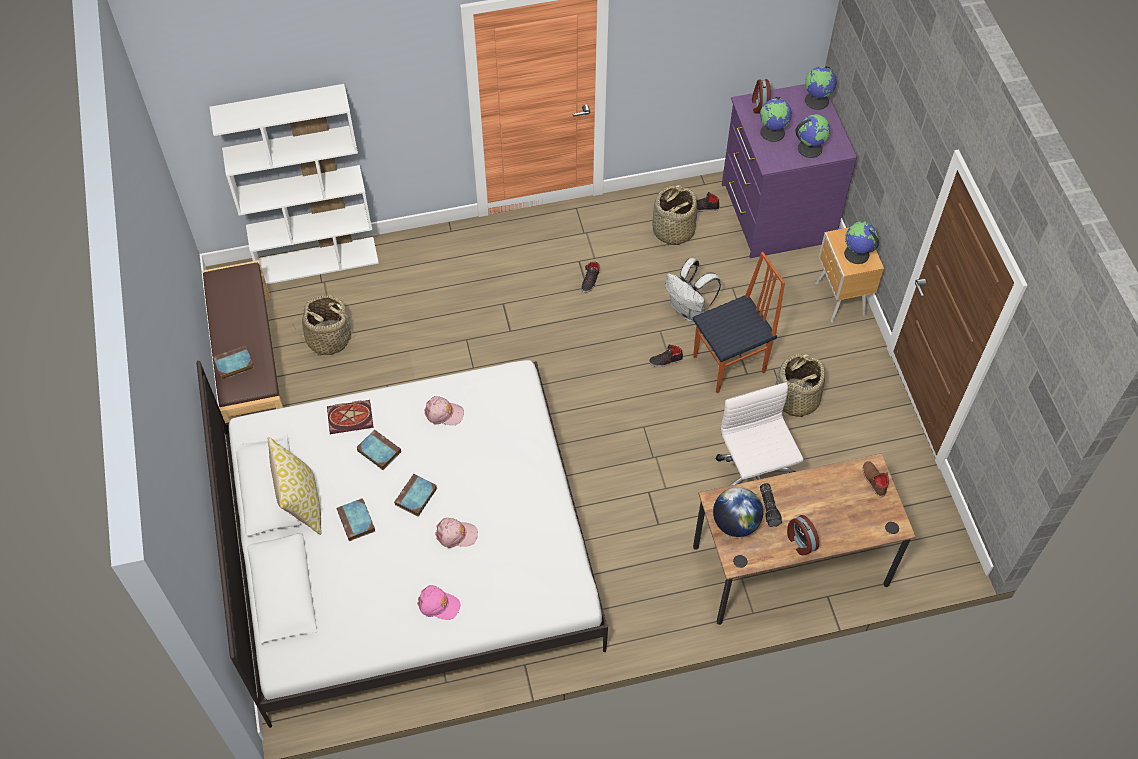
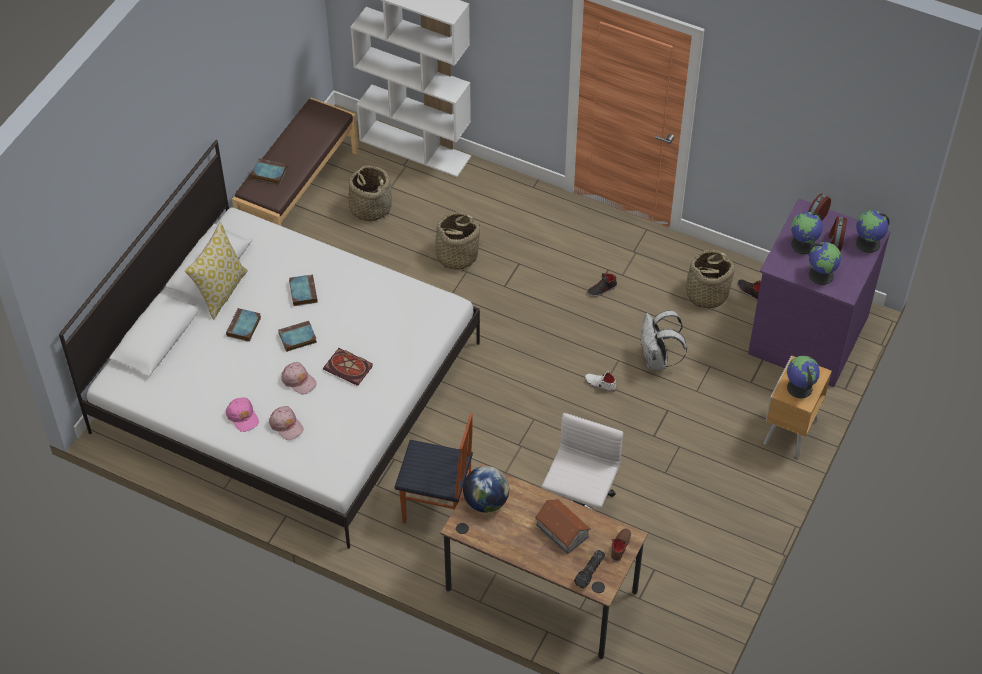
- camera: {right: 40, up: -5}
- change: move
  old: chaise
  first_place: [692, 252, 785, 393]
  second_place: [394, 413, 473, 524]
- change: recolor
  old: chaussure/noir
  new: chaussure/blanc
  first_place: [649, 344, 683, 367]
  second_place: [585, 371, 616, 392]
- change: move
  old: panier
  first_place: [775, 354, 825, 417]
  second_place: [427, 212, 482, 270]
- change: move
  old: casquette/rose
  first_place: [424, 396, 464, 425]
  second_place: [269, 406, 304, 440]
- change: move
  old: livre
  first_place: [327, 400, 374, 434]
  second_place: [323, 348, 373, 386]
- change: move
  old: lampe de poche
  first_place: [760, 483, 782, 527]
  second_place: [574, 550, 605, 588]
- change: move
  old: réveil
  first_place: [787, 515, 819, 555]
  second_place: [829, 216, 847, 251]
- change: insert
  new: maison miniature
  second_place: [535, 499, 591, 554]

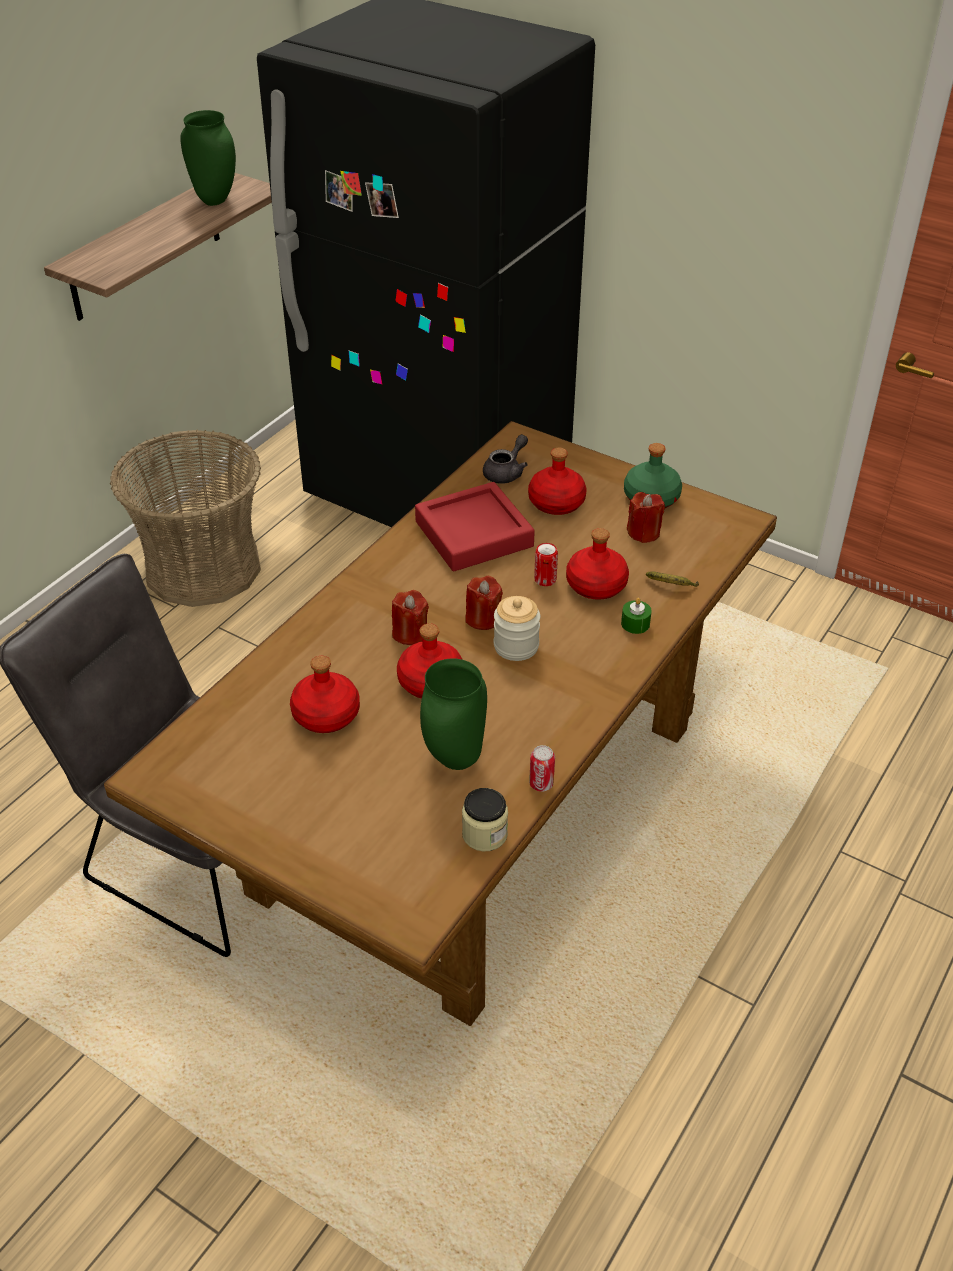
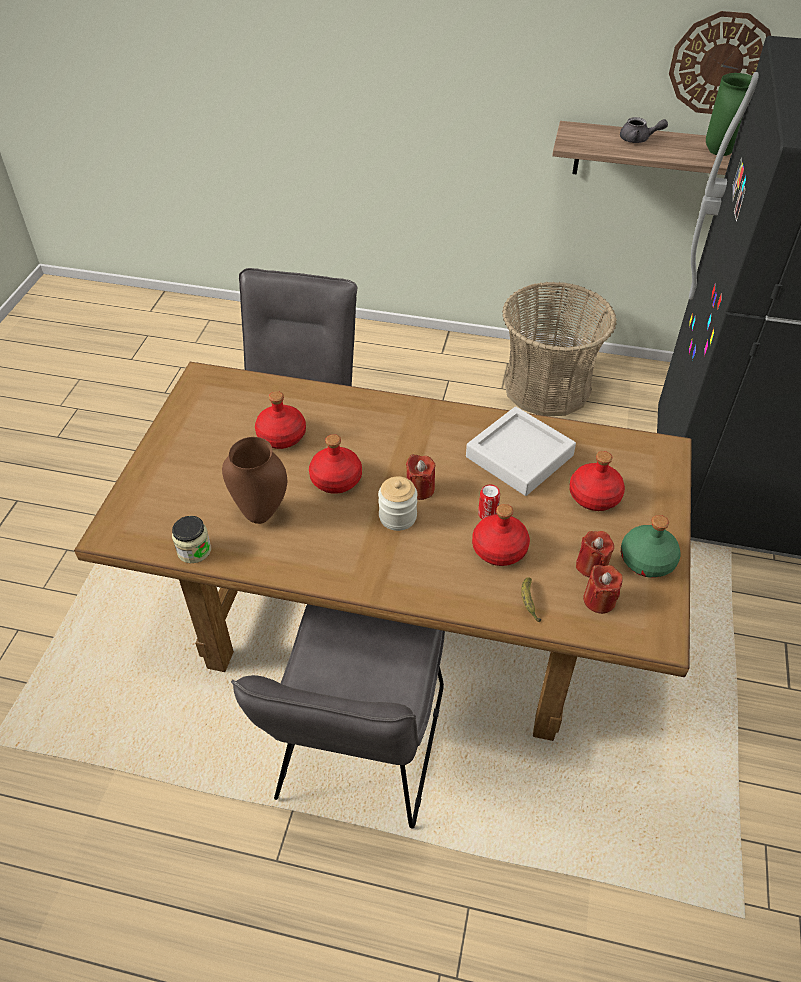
- camera: {right: 70, up: 5}
- change: move
  old: théière/gris
  first_place: [483, 434, 528, 484]
  second_place: [620, 117, 668, 143]
- change: recolor
  old: plateau/rouge
  new: plateau/gris
  first_place: [415, 482, 535, 572]
  second_place: [466, 406, 576, 496]
- change: move
  old: bougie/rouge
  first_place: [392, 590, 429, 645]
  second_place: [583, 565, 623, 614]
- change: delete
  old: bougie/vert
  first_place: [621, 598, 652, 634]
- change: recolor
  old: vase/vert
  new: vase/marron
  first_place: [420, 658, 487, 770]
  second_place: [222, 437, 287, 524]
- change: delete
  old: boîte métallique
  first_place: [529, 745, 555, 791]
- change: insert
  new: horloge murale
  second_place: [669, 11, 771, 114]
- change: insert
  new: chaise/gris
  second_place: [231, 604, 445, 829]

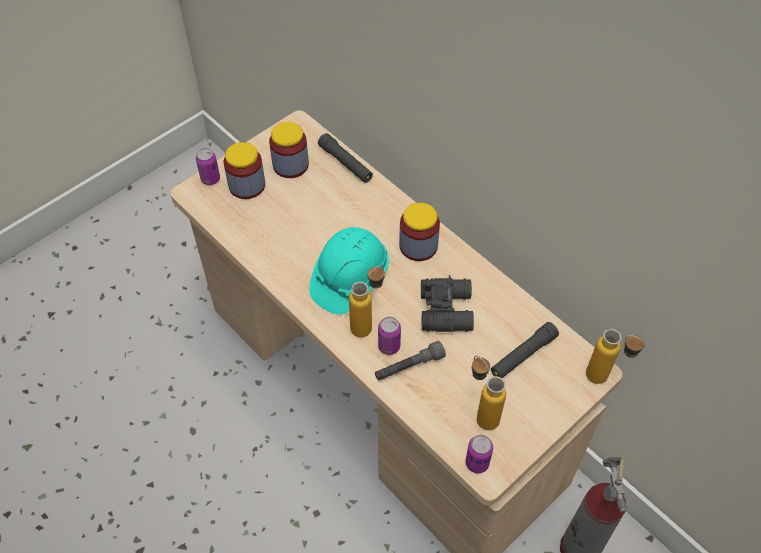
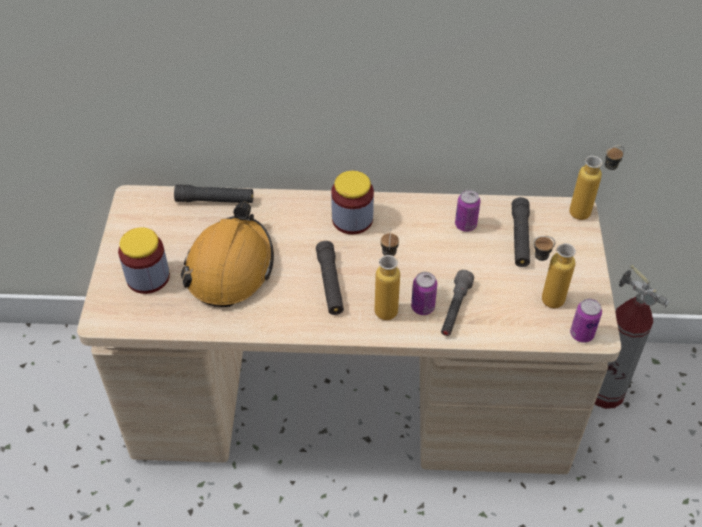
- camera: {right: -45, up: -5}
- change: delete
  old: bocal
  first_place: [269, 122, 309, 178]
- change: move
  old: boîte métallique
  first_place: [196, 148, 220, 185]
  second_place: [455, 190, 480, 232]
- change: replace
  old: casque de chantier/turquoise
  new: lampe de poche/noir
  first_place: [309, 227, 389, 315]
  second_place: [316, 241, 344, 315]
- change: delete
  old: jumelles/noir
  first_place: [421, 275, 474, 332]
- change: insert
  new: casque de chantier/orange
  second_place: [181, 201, 274, 307]

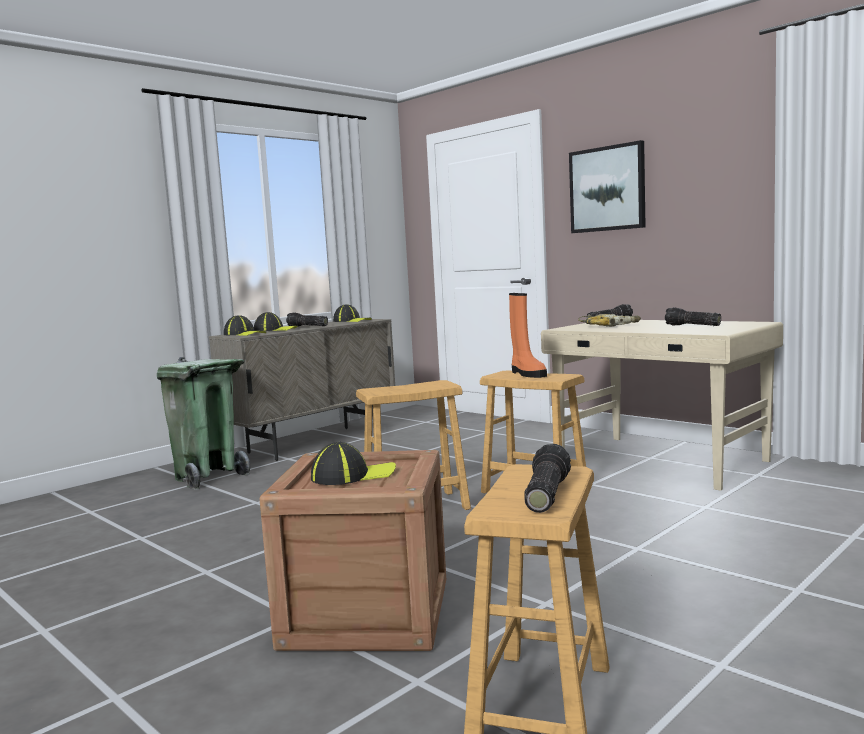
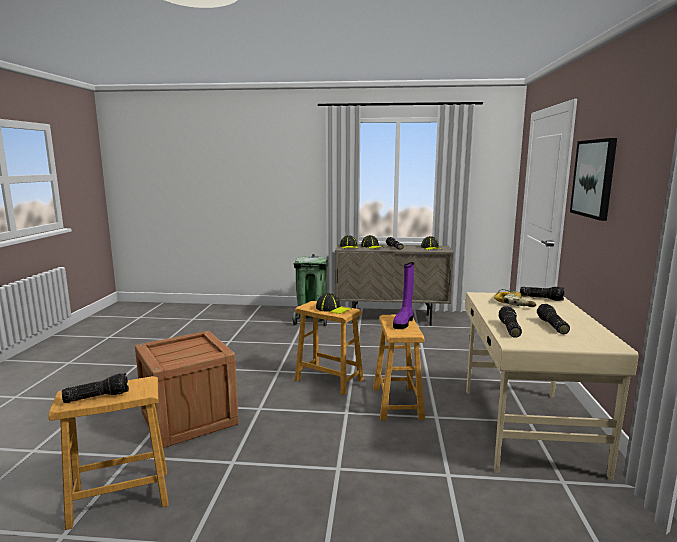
- camera: {right: 50, up: 5}
- change: recolor
  old: botte/orange
  new: botte/violet
  first_place: [509, 293, 547, 378]
  second_place: [393, 262, 414, 329]
- change: move
  old: casquette
  first_place: [311, 442, 396, 485]
  second_place: [316, 293, 351, 314]
- change: insert
  new: lampe de poche
  second_place: [499, 306, 522, 338]

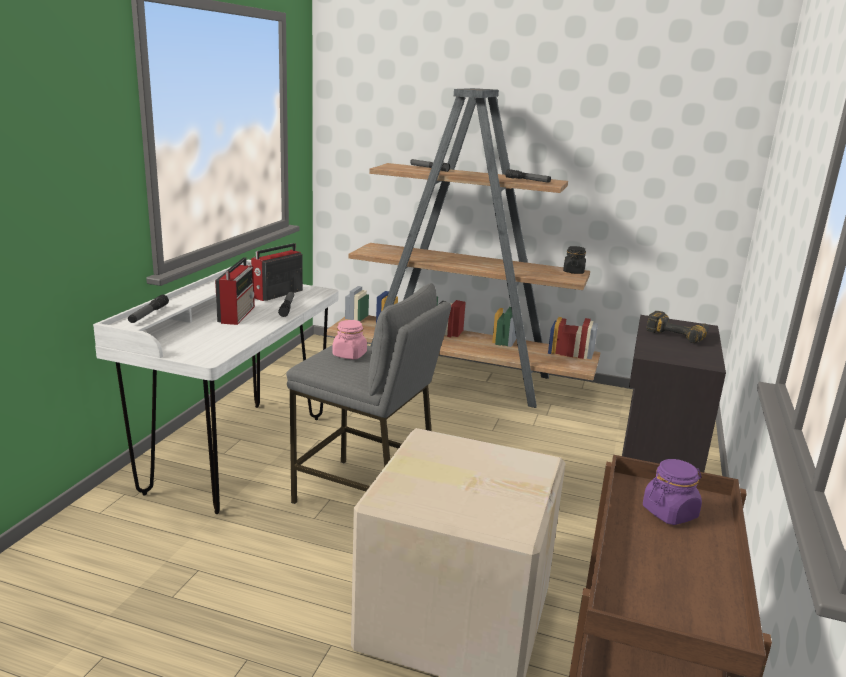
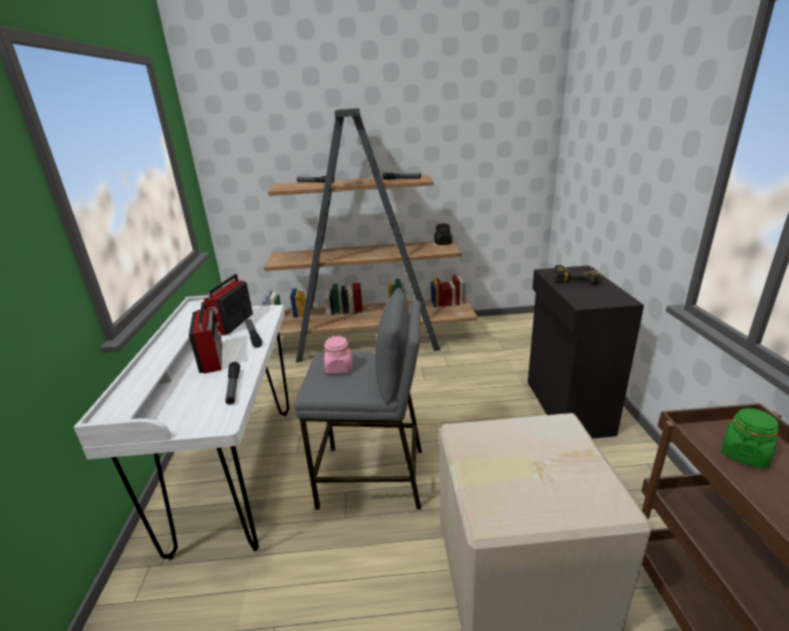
- camera: {right: -20, up: 5}
- change: move
  old: lampe de poche
  first_place: [128, 295, 169, 323]
  second_place: [225, 362, 240, 405]
- change: recolor
  old: bocal/violet
  new: bocal/vert
  first_place: [643, 459, 702, 525]
  second_place: [721, 408, 779, 469]

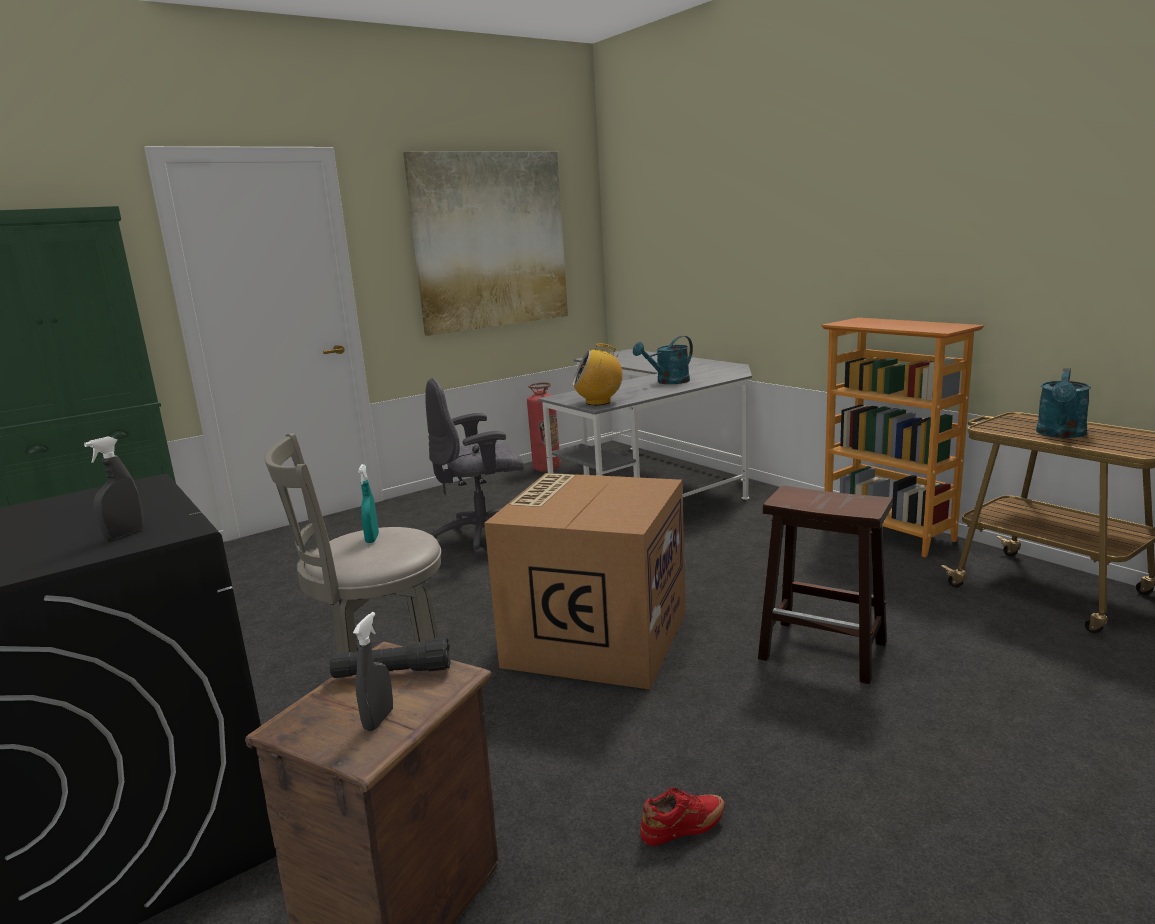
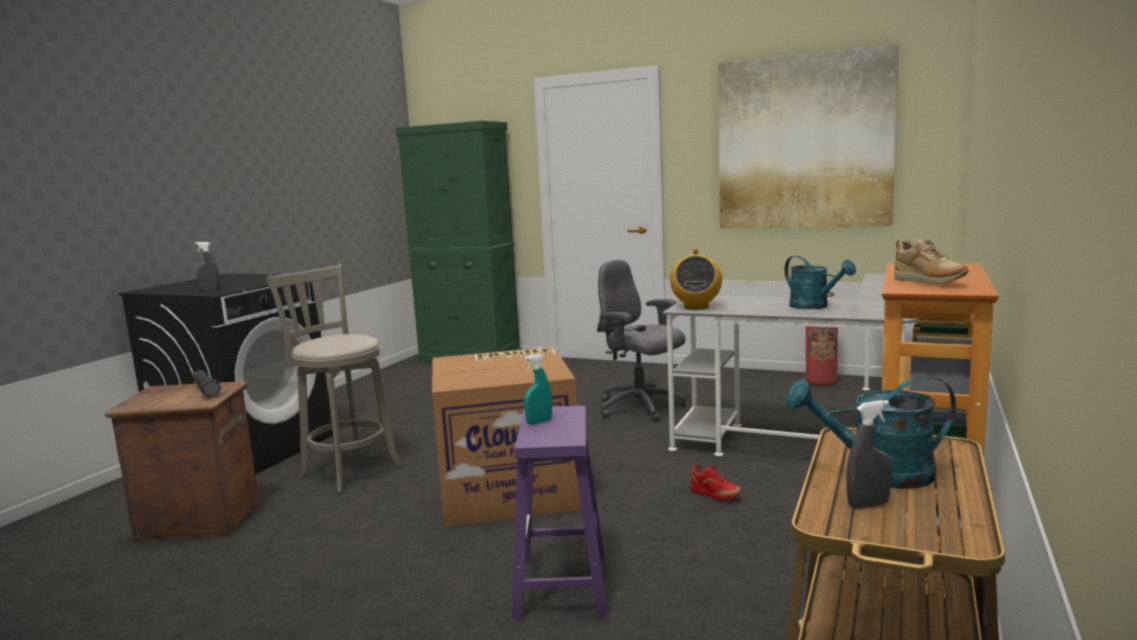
- camera: {right: 60, up: -5}
- change: rotate
  old: arrosoir/turquoise
  first_place: [633, 336, 693, 384]
  second_place: [785, 256, 856, 309]
  degrees: -150
- change: rotate
  old: radio
  first_place: [573, 344, 623, 405]
  second_place: [670, 248, 722, 310]
  degrees: -135
- change: move
  old: vaporisateur/turquoise
  first_place: [358, 464, 379, 543]
  second_place: [524, 354, 552, 425]
- change: recolor
  old: tabouret/marron
  new: tabouret/violet
  first_place: [758, 486, 893, 684]
  second_place: [512, 406, 608, 619]
- change: move
  old: vaporisateur/gris
  first_place: [353, 612, 393, 731]
  second_place: [846, 400, 892, 509]
- change: move
  old: chaussure/rouge
  first_place: [640, 788, 725, 846]
  second_place: [691, 464, 741, 501]
- change: insert
  new: chaussure/beige
  second_place: [894, 239, 968, 284]

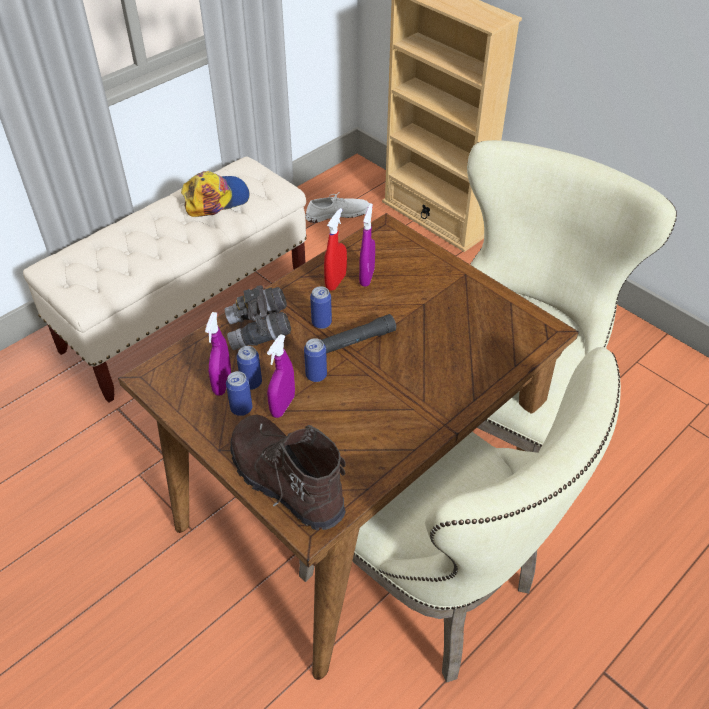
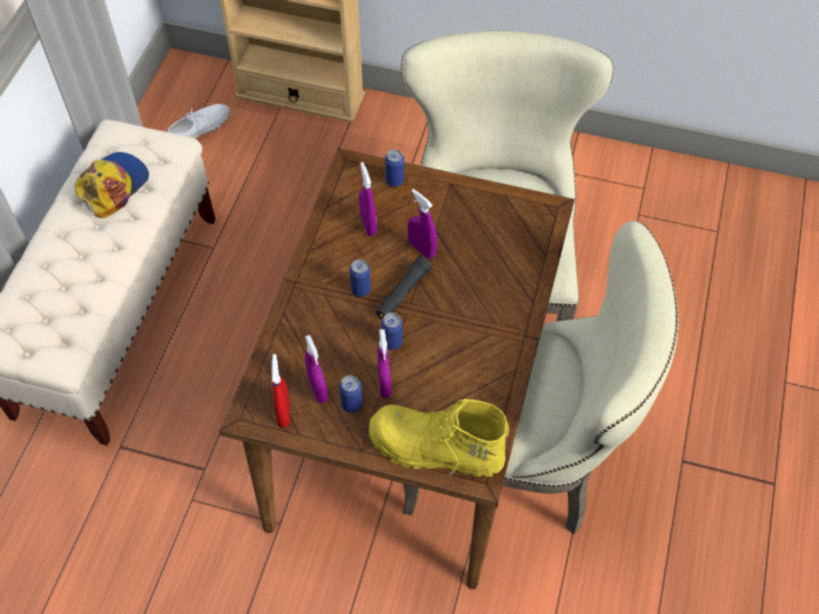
- camera: {right: -30, up: 10}
- change: move
  old: vaporisateur/rouge
  first_place: [324, 208, 347, 291]
  second_place: [272, 354, 290, 428]
- change: delete
  old: jumelles/gris
  first_place: [225, 285, 291, 350]
- change: move
  old: boîte métallique
  first_place: [237, 346, 262, 390]
  second_place: [385, 149, 404, 187]
- change: recolor
  old: botte/marron
  new: botte/jaune
  first_place: [230, 414, 346, 530]
  second_place: [369, 399, 509, 477]
- change: insert
  new: vaporisateur/violet
  second_place: [408, 189, 437, 259]

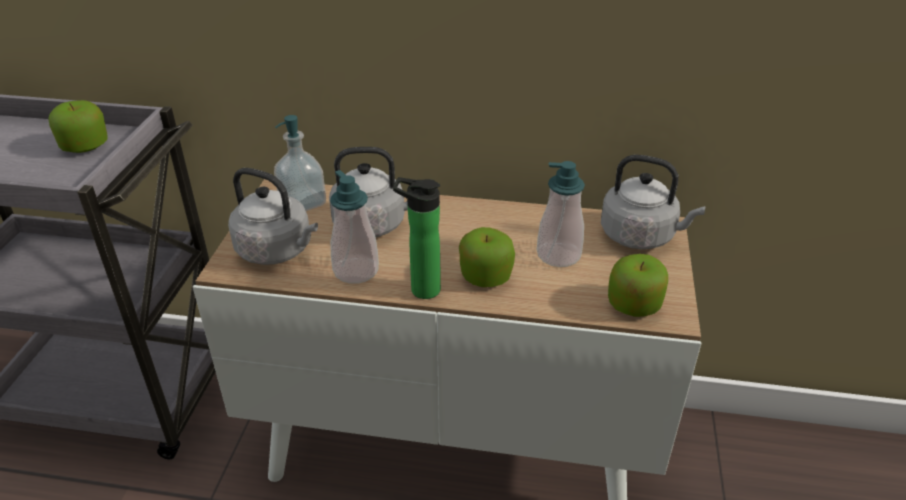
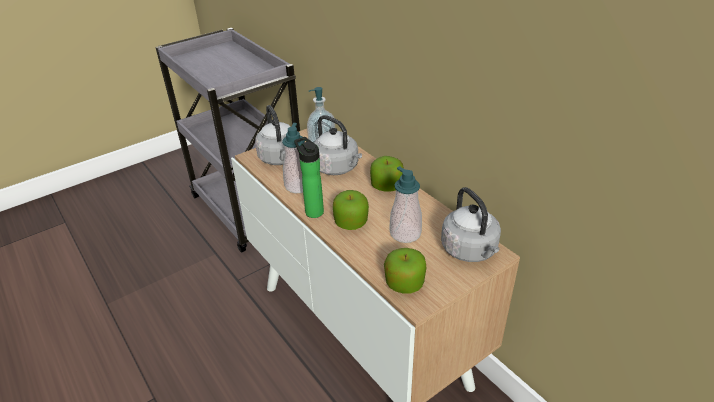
- camera: {right: 45, up: 0}
- change: move
  old: pomme
  first_place: [48, 100, 107, 153]
  second_place: [370, 156, 404, 192]

